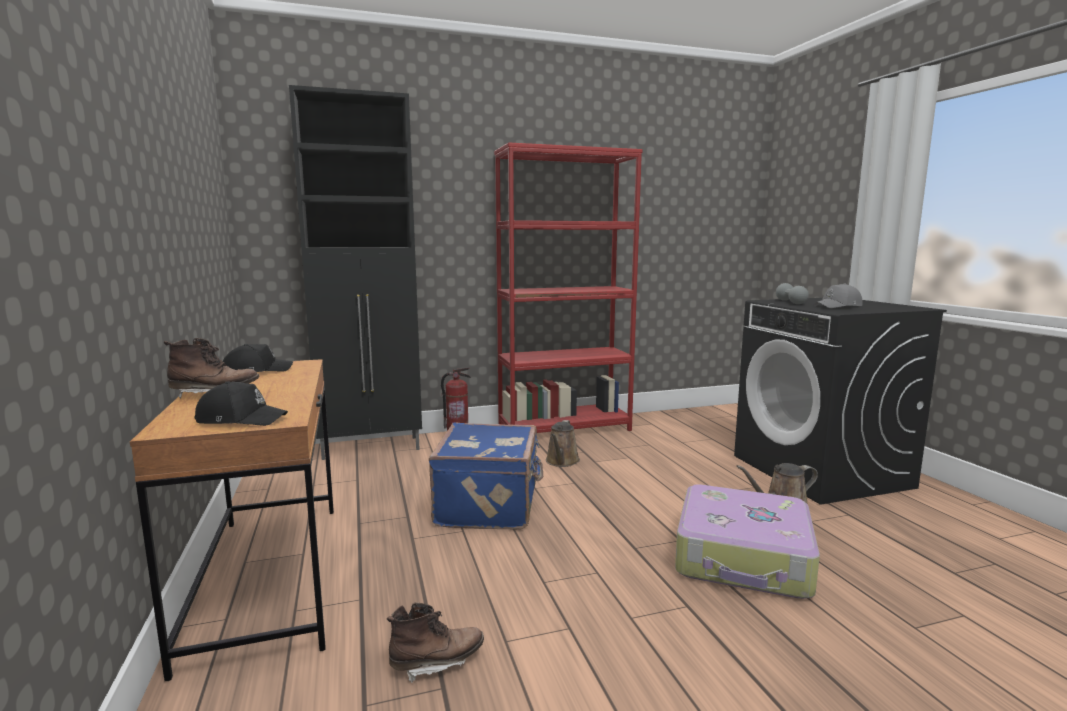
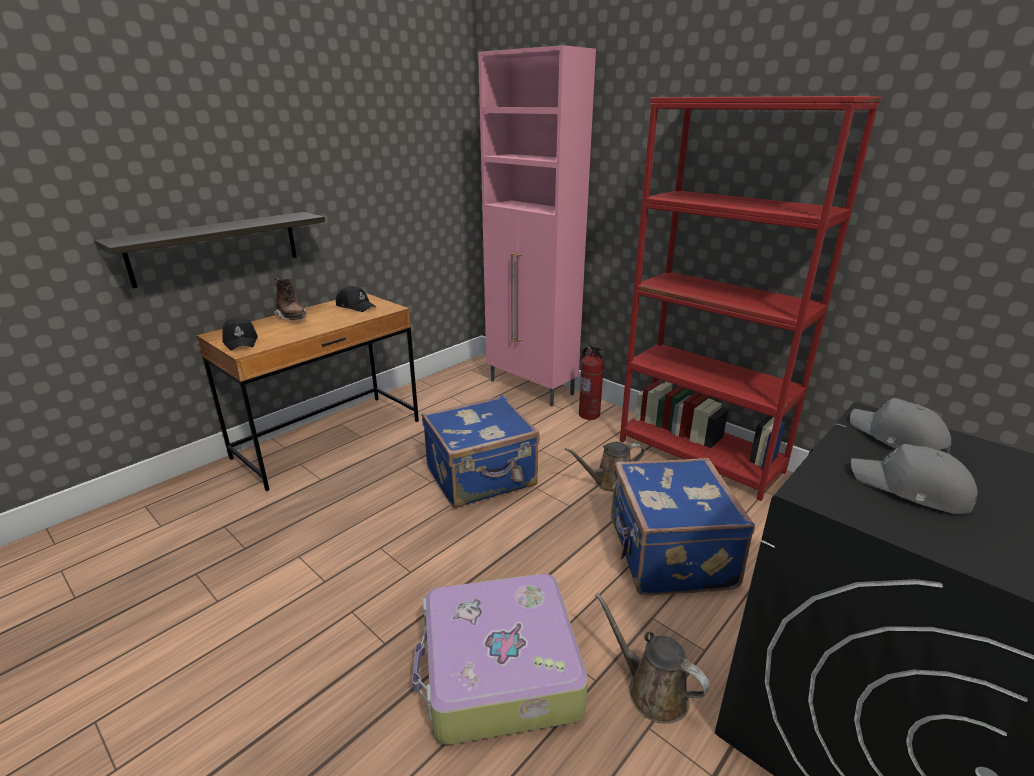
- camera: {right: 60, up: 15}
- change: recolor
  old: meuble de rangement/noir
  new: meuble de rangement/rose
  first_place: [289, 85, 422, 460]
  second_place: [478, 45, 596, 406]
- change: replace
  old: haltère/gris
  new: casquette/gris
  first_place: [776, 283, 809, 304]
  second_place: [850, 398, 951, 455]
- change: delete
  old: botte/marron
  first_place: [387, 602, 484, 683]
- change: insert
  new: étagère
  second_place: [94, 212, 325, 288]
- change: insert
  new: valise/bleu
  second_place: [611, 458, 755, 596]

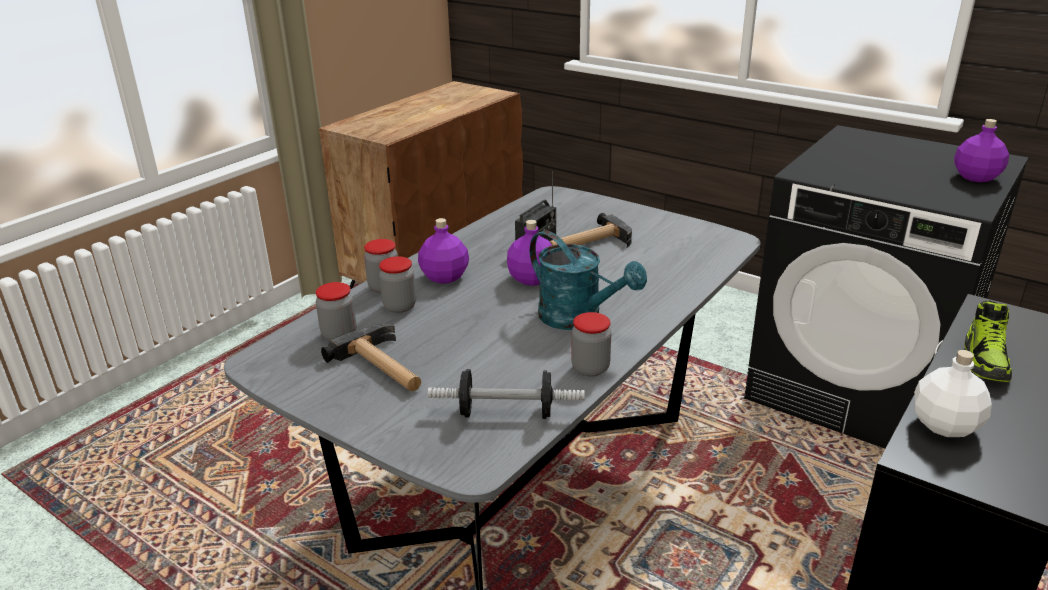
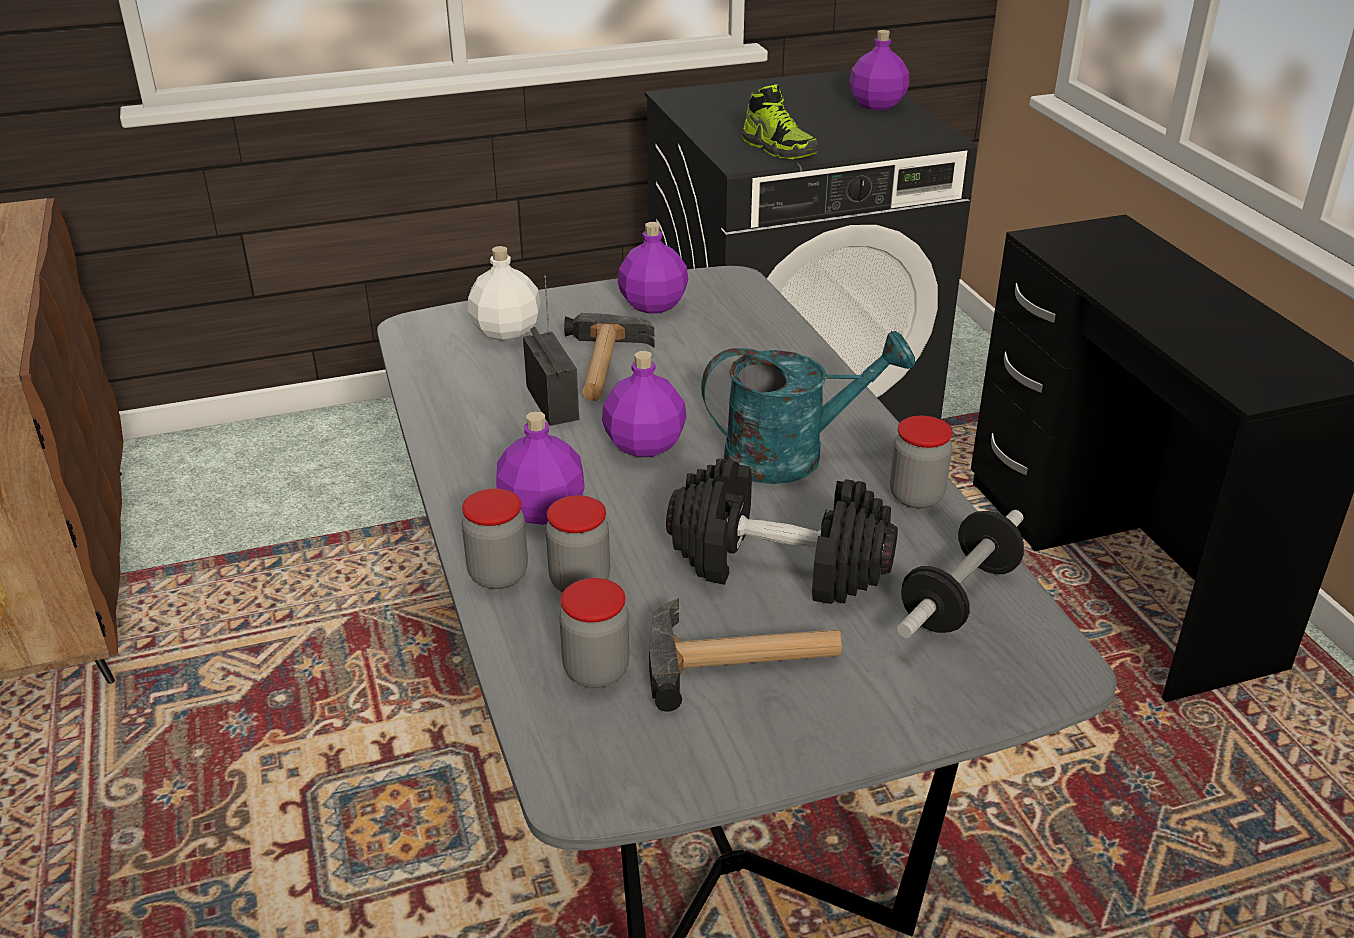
- camera: {right: -55, up: 5}
- change: move
  old: chaussure
  first_place: [965, 300, 1012, 382]
  second_place: [742, 84, 818, 159]
- change: move
  old: bouteille/blanc
  first_place: [914, 350, 992, 437]
  second_place: [468, 246, 541, 341]
- change: insert
  new: bouteille/violet
  second_place: [618, 222, 688, 314]
- change: insert
  new: haltère/noir
  second_place: [666, 458, 898, 604]

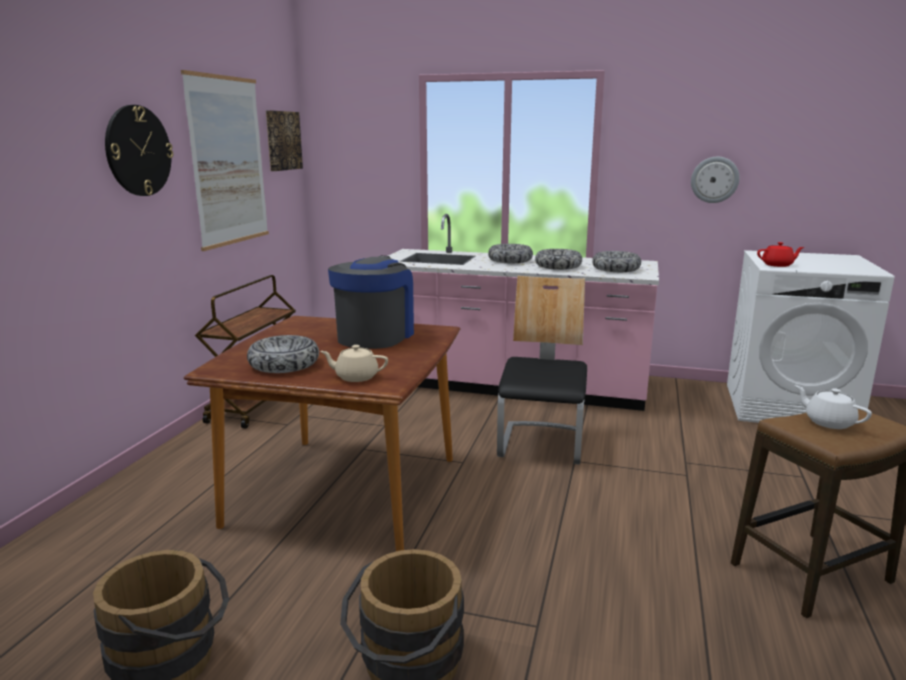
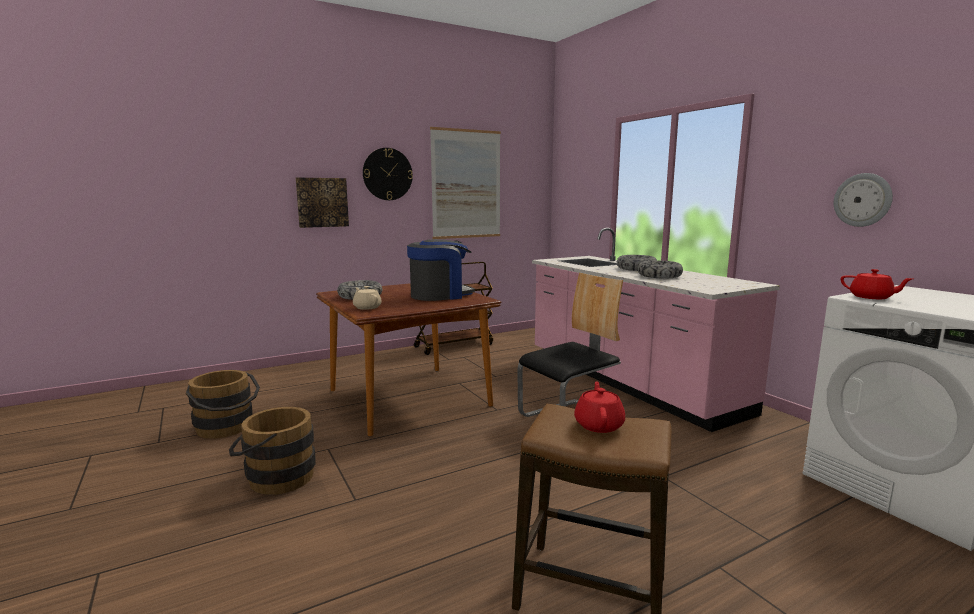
- camera: {right: 45, up: -5}
- change: move
  old: tableau
  first_place: [266, 110, 303, 171]
  second_place: [296, 178, 349, 228]
- change: delete
  old: bol
  first_place: [592, 251, 641, 272]
- change: recolor
  old: théière/blanc
  new: théière/rouge
  first_place: [795, 385, 872, 429]
  second_place: [574, 381, 625, 433]

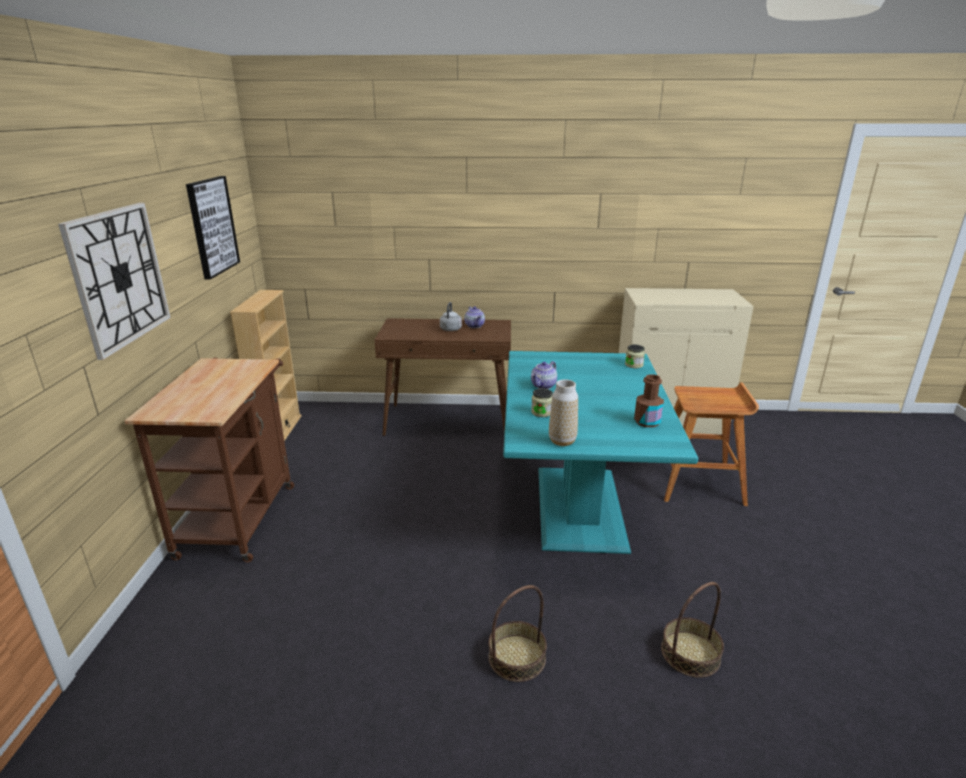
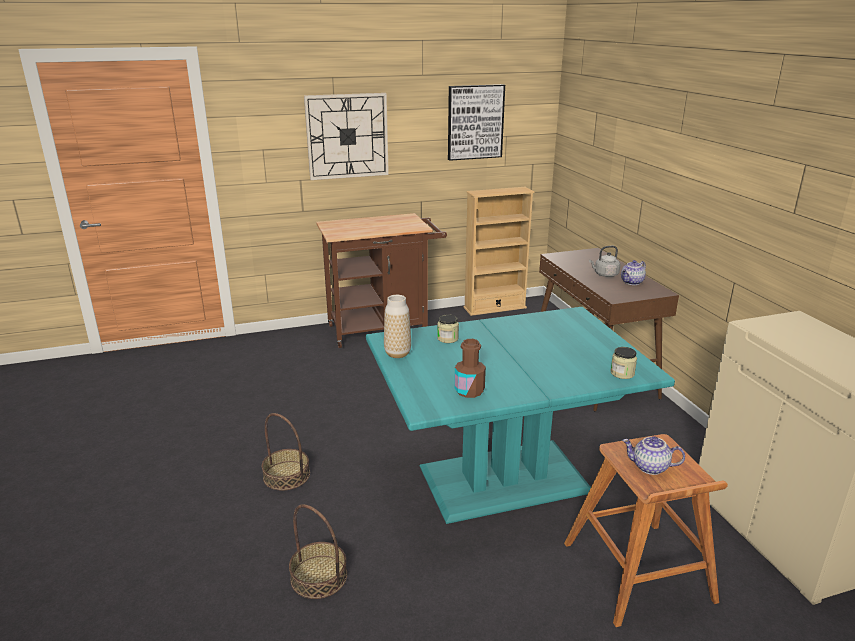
- camera: {right: 70, up: 0}
- change: move
  old: théière
  first_place: [531, 361, 557, 389]
  second_place: [622, 436, 685, 475]

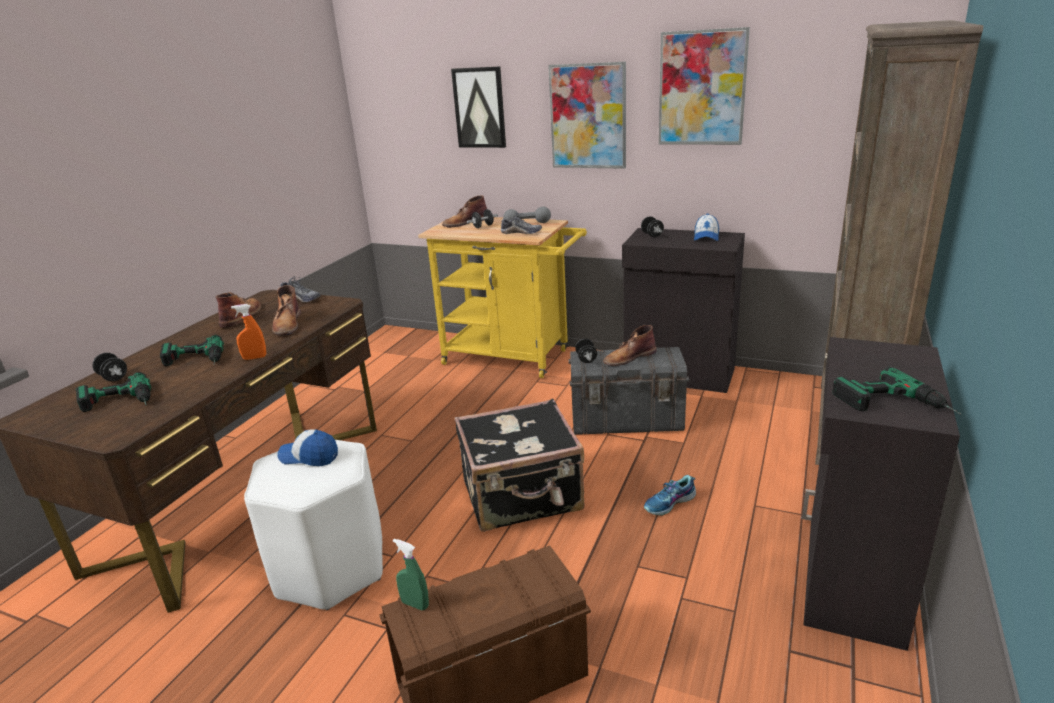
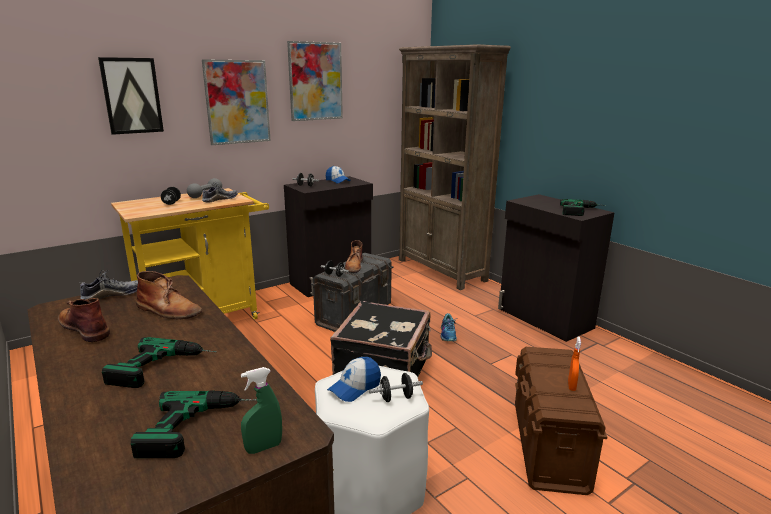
- camera: {right: -60, up: -5}
- change: delete
  old: botte/marron
  first_place: [442, 195, 487, 228]
- change: move
  old: vaporisateur/orange
  first_place: [231, 304, 266, 360]
  second_place: [568, 337, 581, 391]
- change: move
  old: haltère/noir
  first_place: [92, 353, 127, 381]
  second_place: [369, 373, 423, 402]
- change: move
  old: vaporisateur/vert
  first_place: [393, 539, 429, 610]
  second_place: [241, 367, 282, 454]

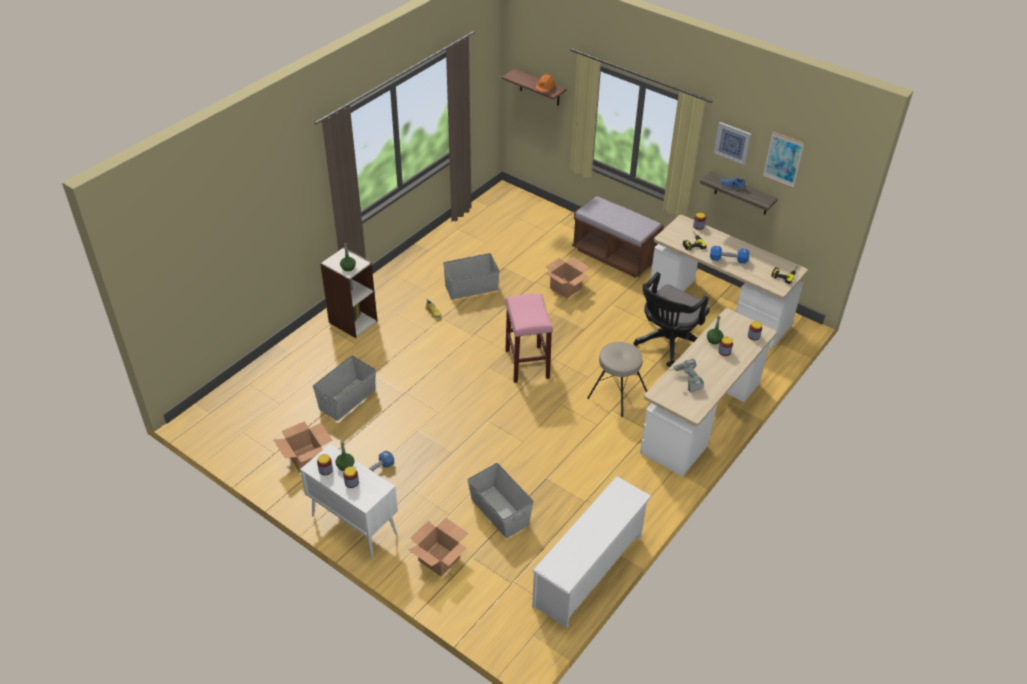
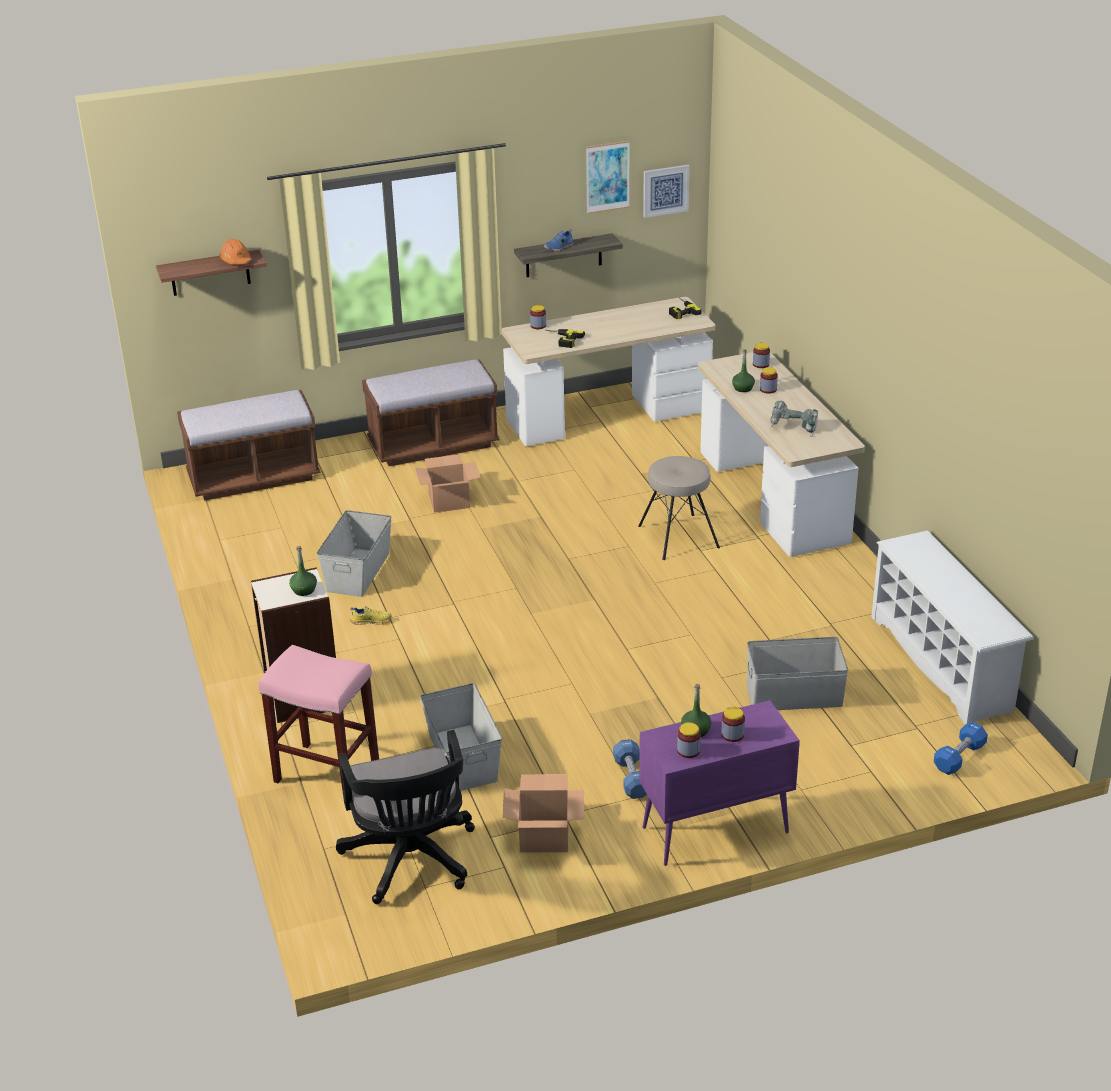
- camera: {right: -55, up: -10}
- change: move
  old: tableau
  first_place: [714, 122, 752, 165]
  second_place: [643, 165, 690, 218]
- change: move
  old: haltère/bleu
  first_place: [710, 246, 749, 264]
  second_place: [934, 722, 988, 775]
- change: move
  old: chaise de bureau/noir
  first_place: [633, 272, 710, 367]
  second_place: [336, 730, 475, 904]
- change: move
  old: tabouret/rose
  first_place: [506, 293, 553, 383]
  second_place: [258, 645, 379, 791]
- change: recolor
  old: meuble de rangement/blanc
  new: meuble de rangement/violet
  first_place: [300, 444, 398, 558]
  second_place: [639, 700, 800, 866]
- change: delete
  old: carton
  first_place: [409, 517, 468, 576]
- change: insert
  new: banc/marron
  second_place: [177, 390, 321, 501]

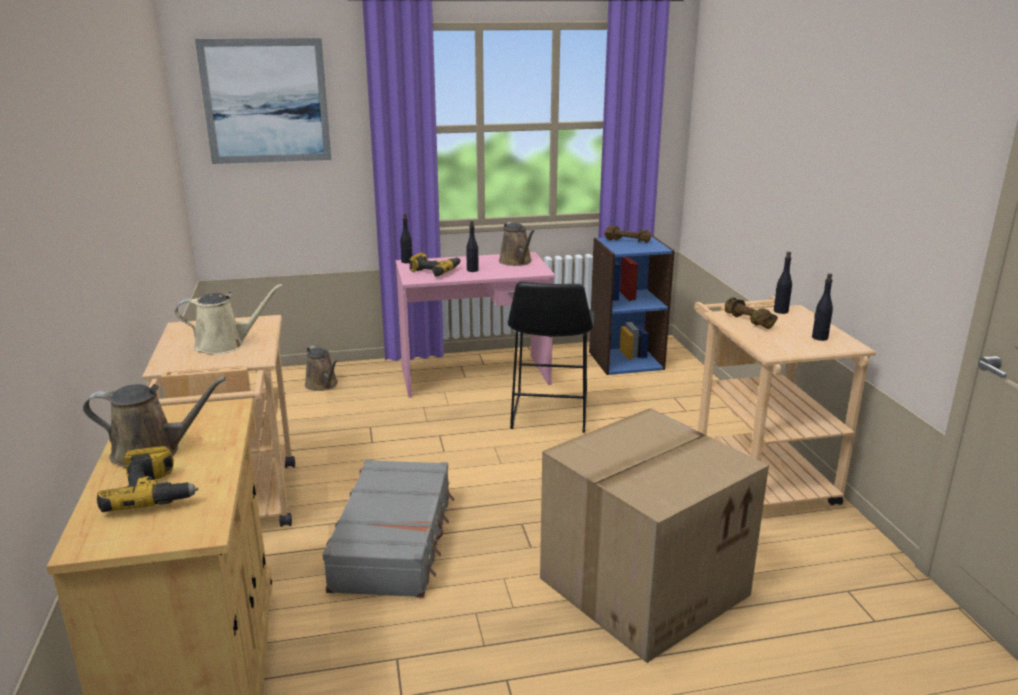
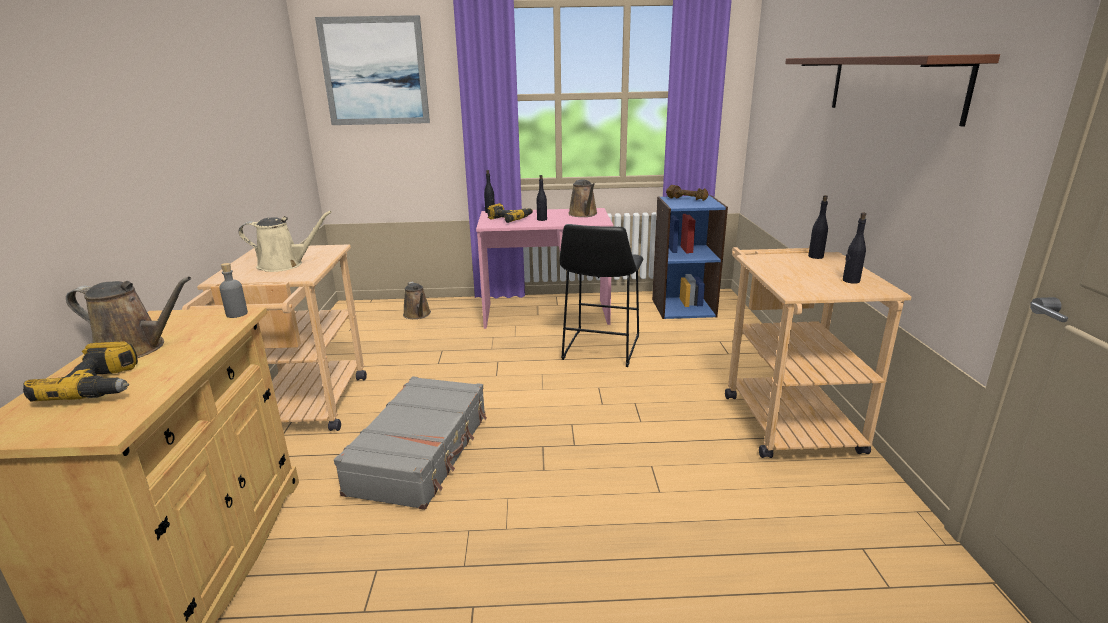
- camera: {right: 10, up: 0}
- change: delete
  old: haltère/marron
  first_place: [725, 297, 778, 329]
- change: delete
  old: carton
  first_place: [540, 408, 769, 663]
- change: insert
  new: étagère/marron
  second_place: [785, 54, 1000, 126]
- change: insert
  new: bouteille/gris
  second_place: [219, 263, 248, 318]

